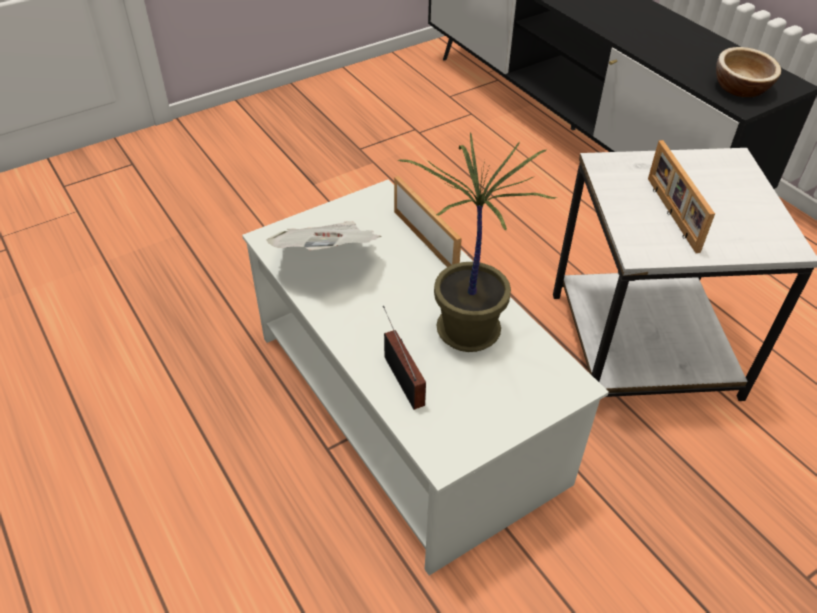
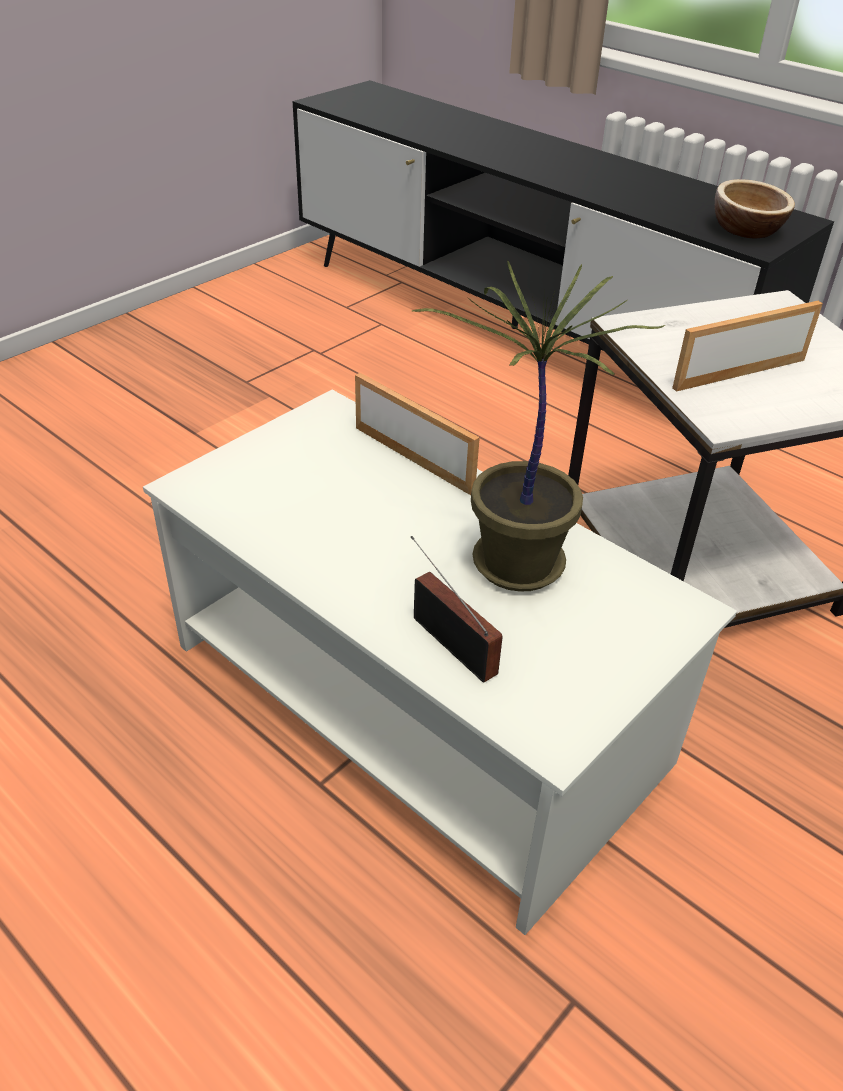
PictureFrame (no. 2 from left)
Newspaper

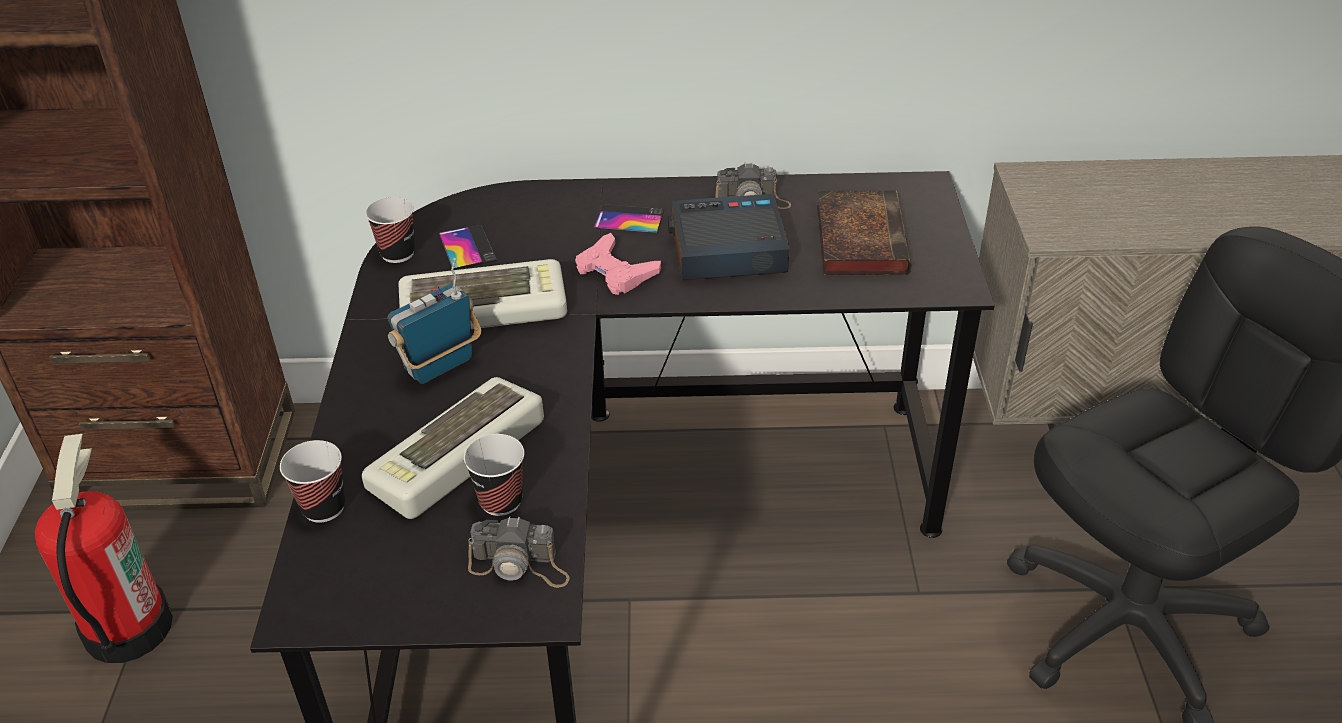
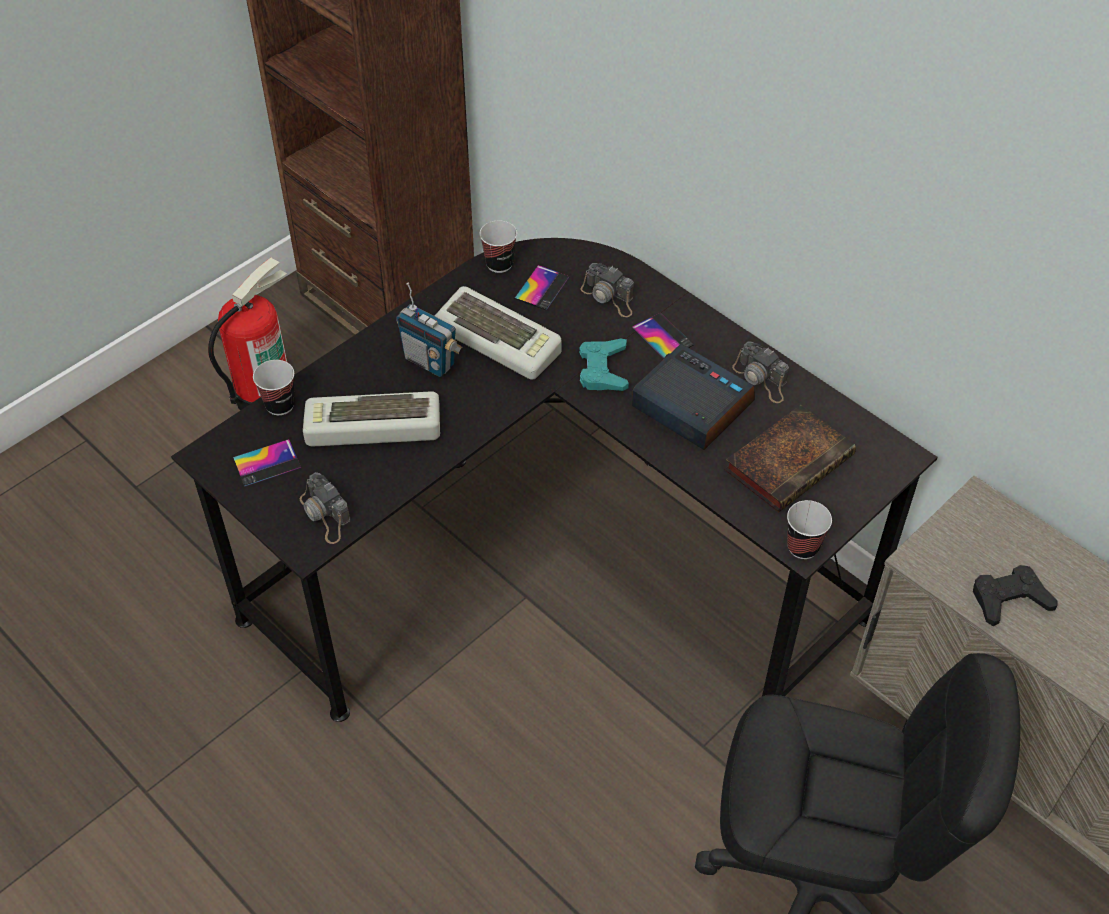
Phone (no. 1 from left)
Radio
TurquoiseGameController
PhotoCamera (no. 2 from left)
Cup (no. 3 from left)
BlackGameController

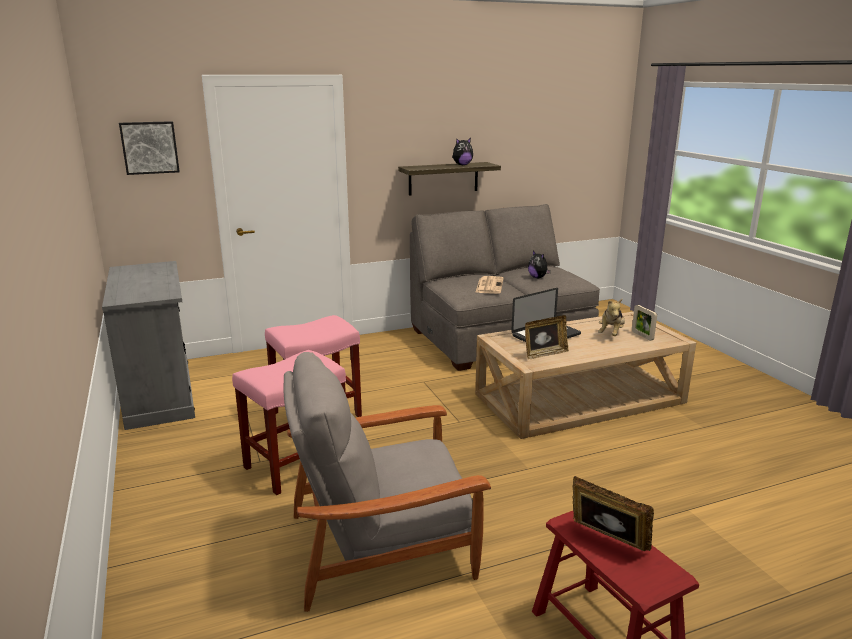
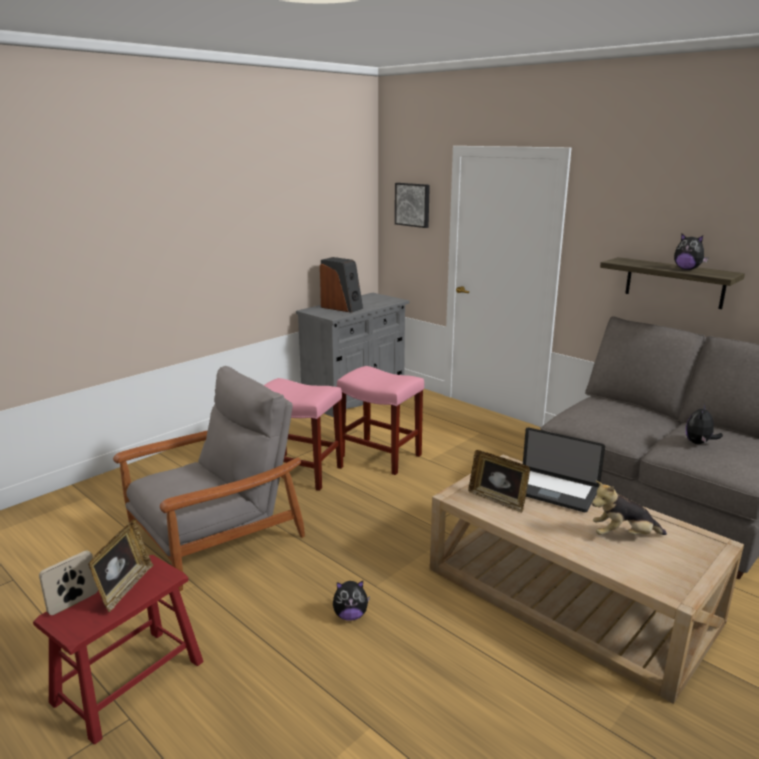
PictureFrame (no. 1 from left)
GreyArmchair
Speaker
PlushToy (no. 1 from left)
Newspaper

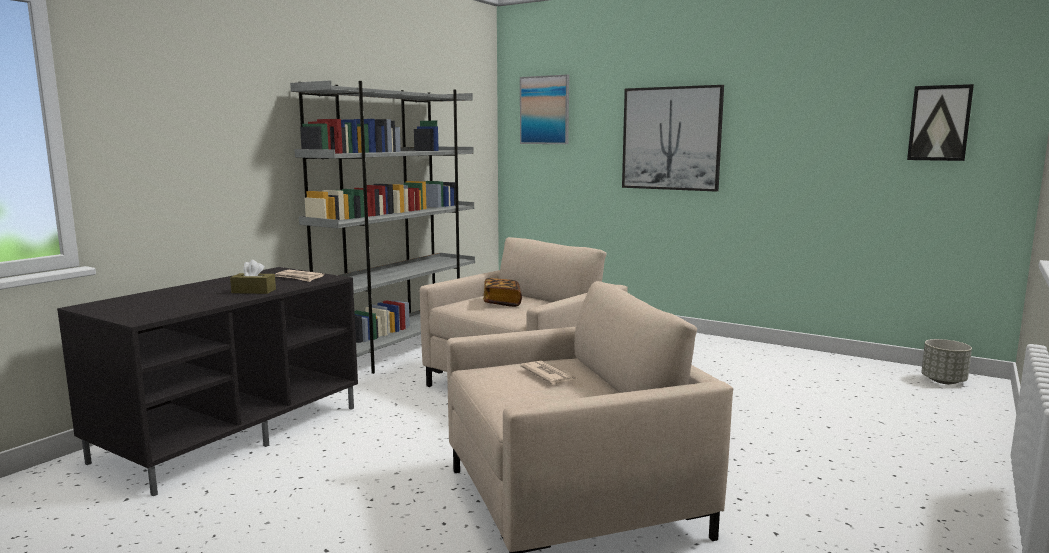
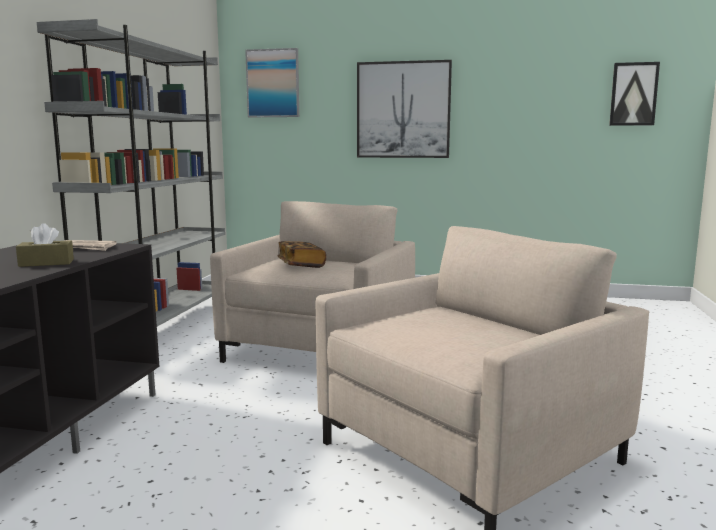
Newspaper (no. 2 from left in the first image)
GreyPlanter

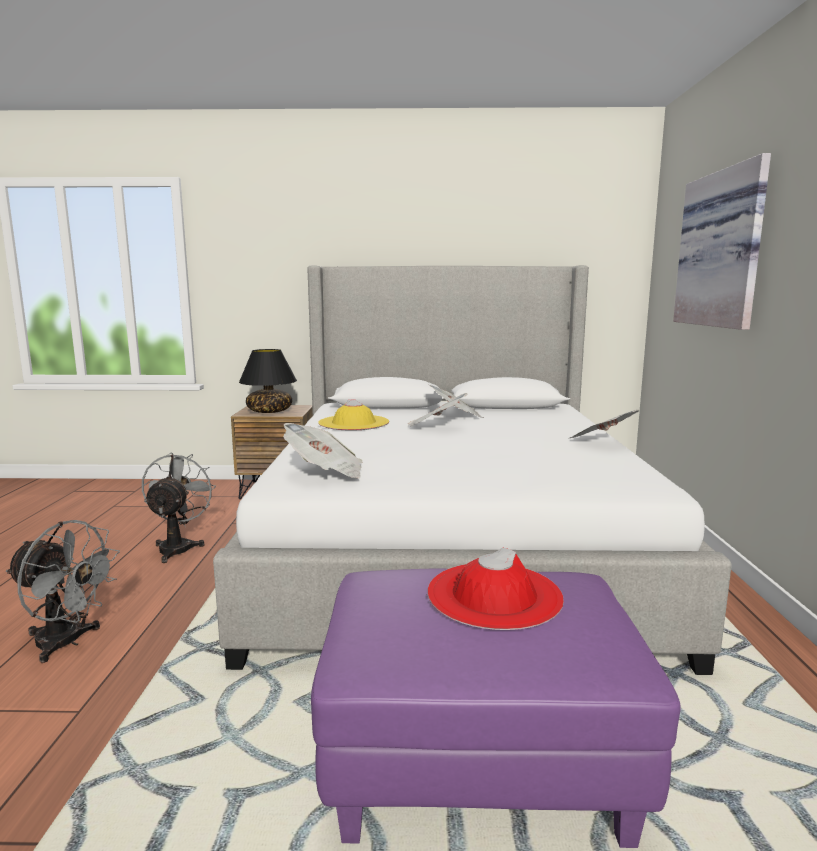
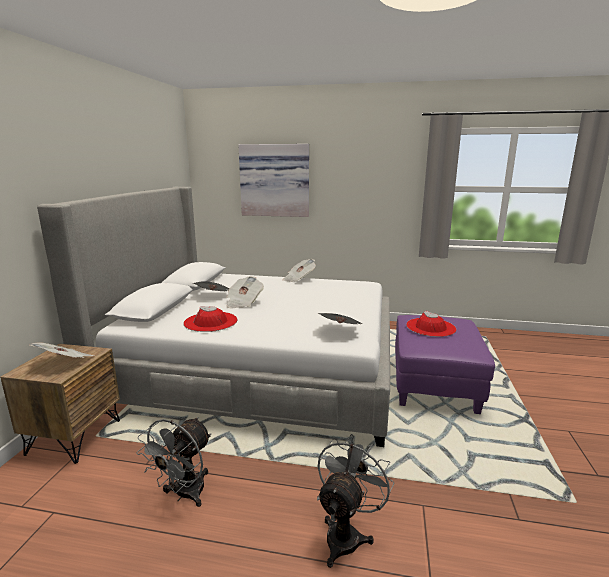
Newspaper (no. 1 from left)
GreyFan (no. 1 from left)
RedHat (no. 1 from left)

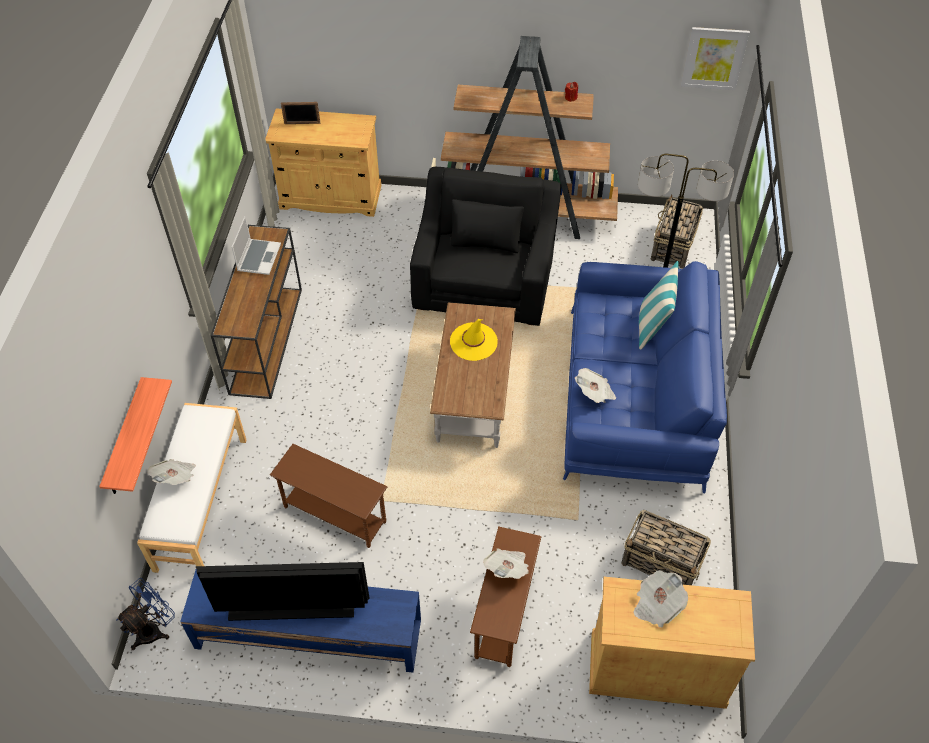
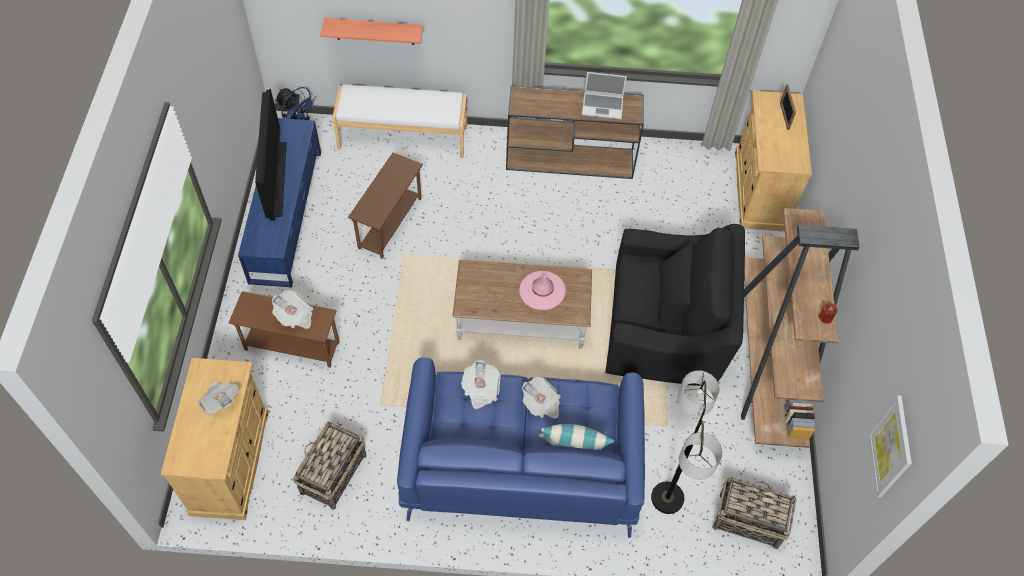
PinkHat
Newspaper (no. 4 from left)

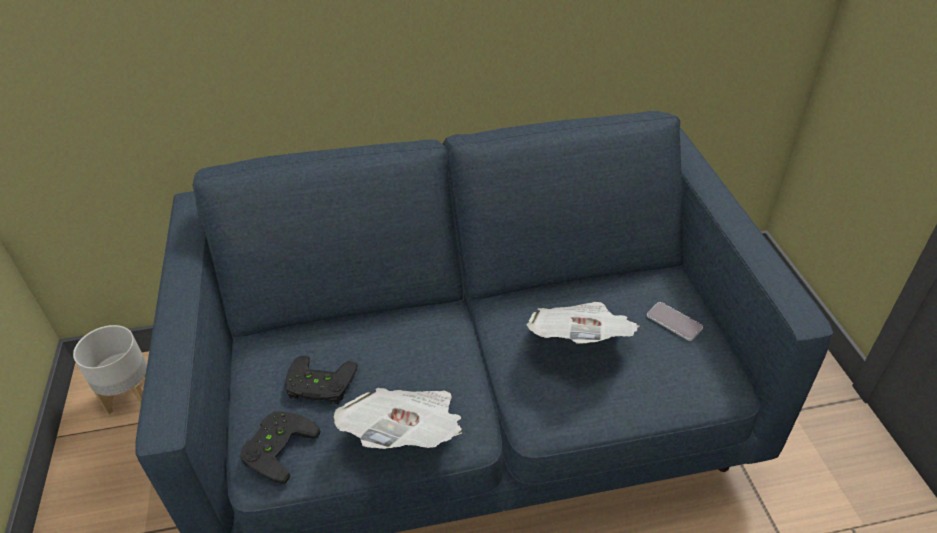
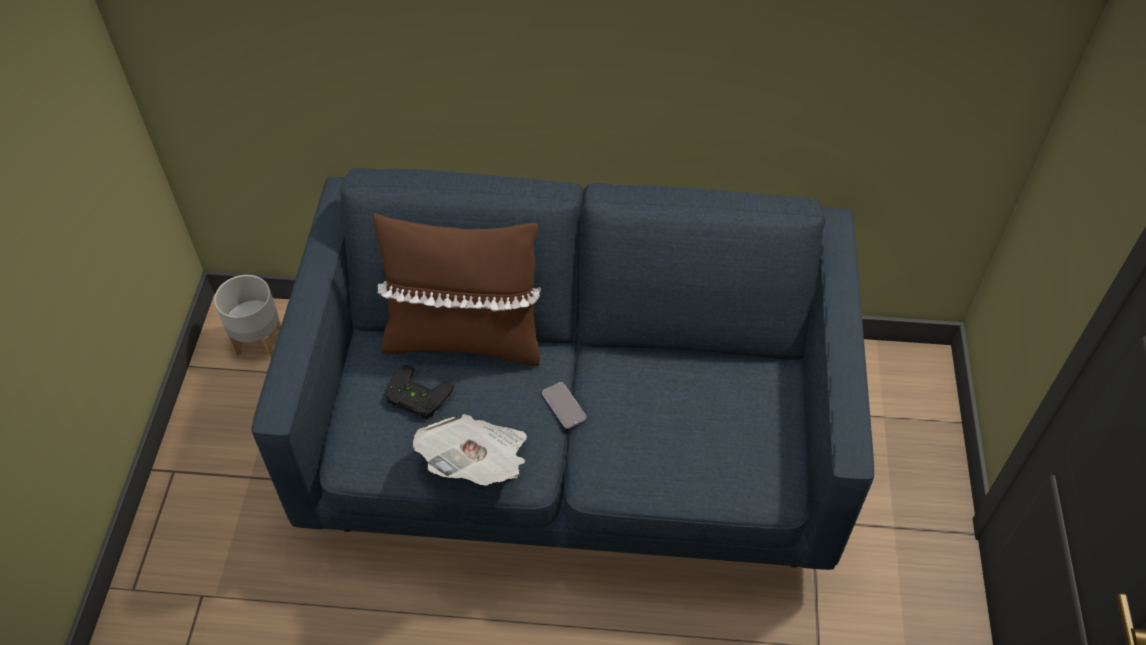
BrownPillow
Phone
BlackGameController (no. 1 from left in the first image)
Newspaper (no. 2 from left in the first image)

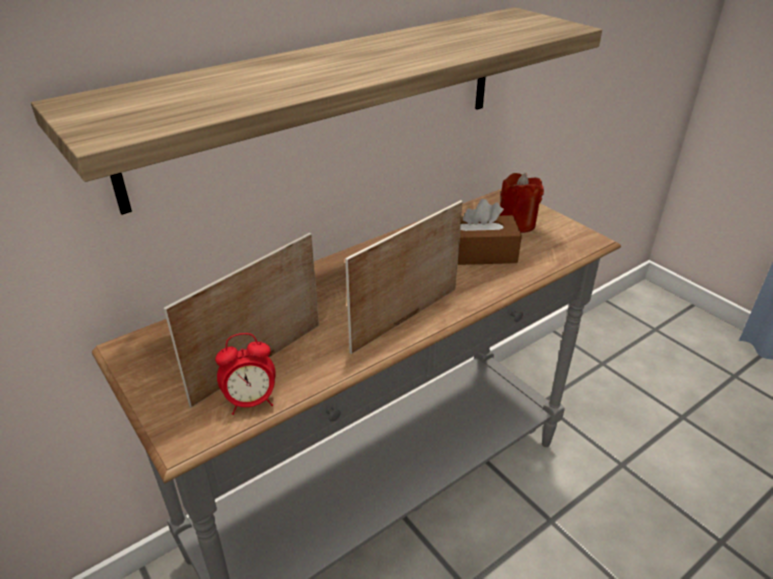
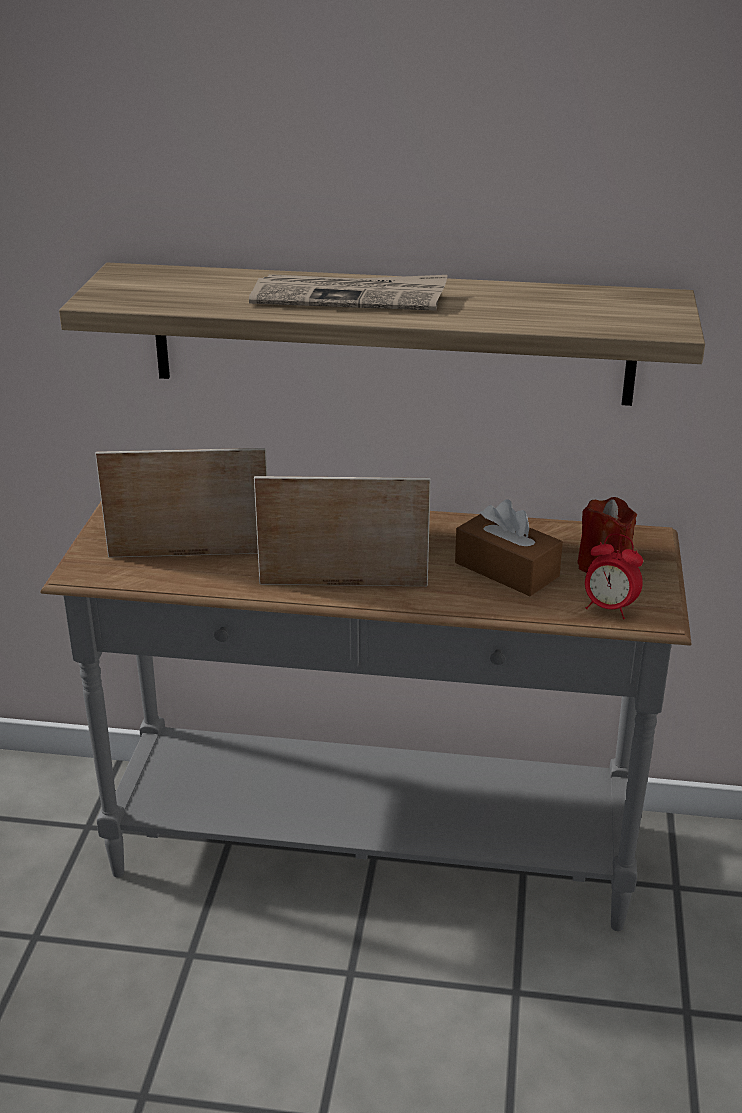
Newspaper
AlarmClock

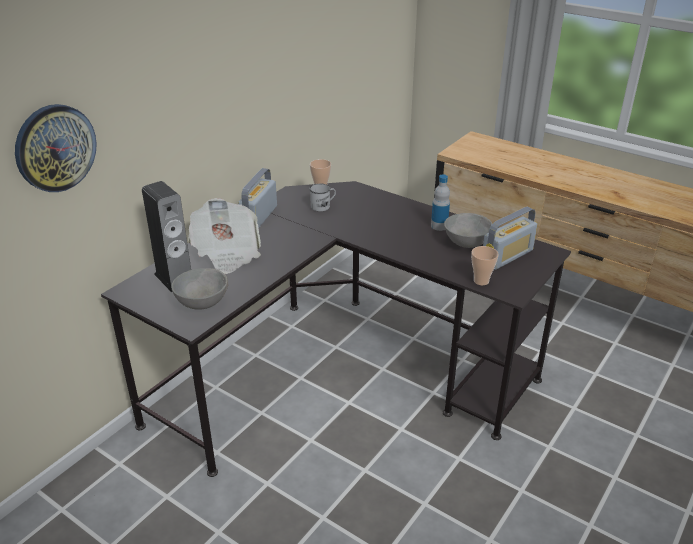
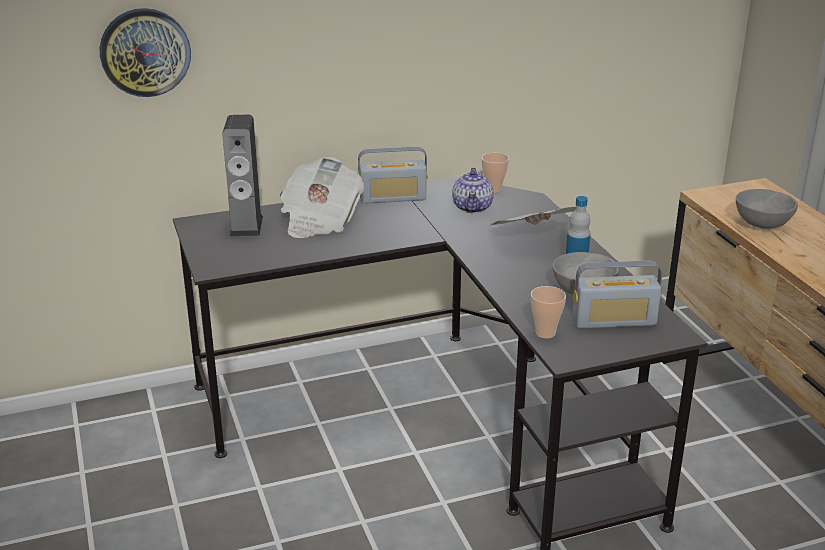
Radio (no. 1 from left)
Teapot
Newspaper (no. 2 from left)
GreyBowl (no. 2 from left)

